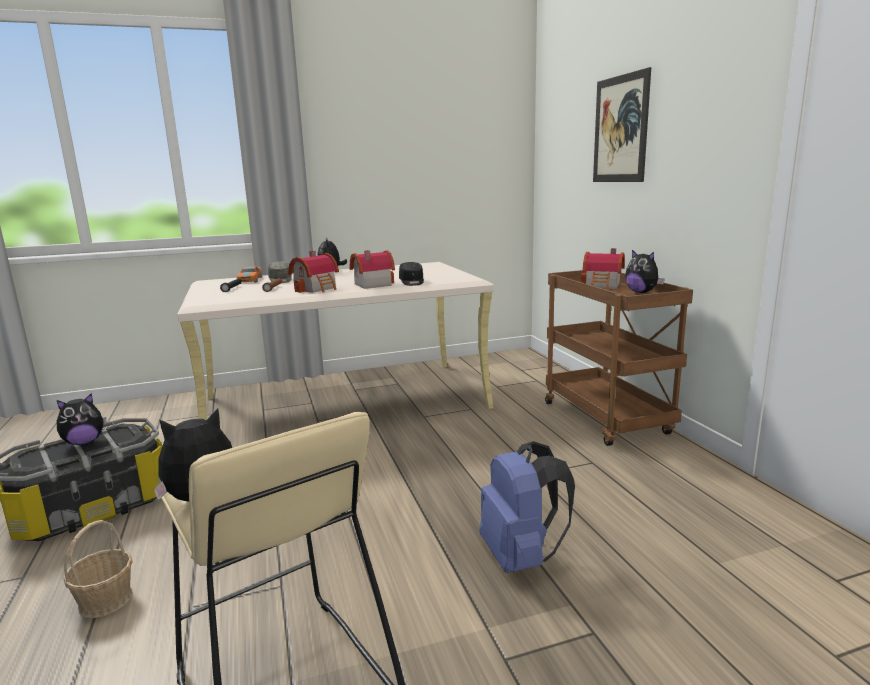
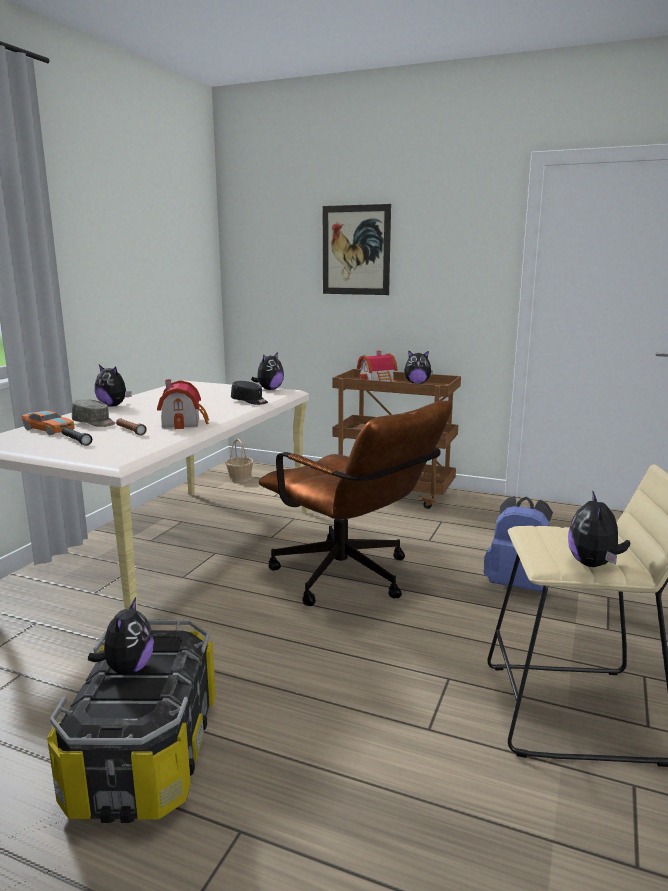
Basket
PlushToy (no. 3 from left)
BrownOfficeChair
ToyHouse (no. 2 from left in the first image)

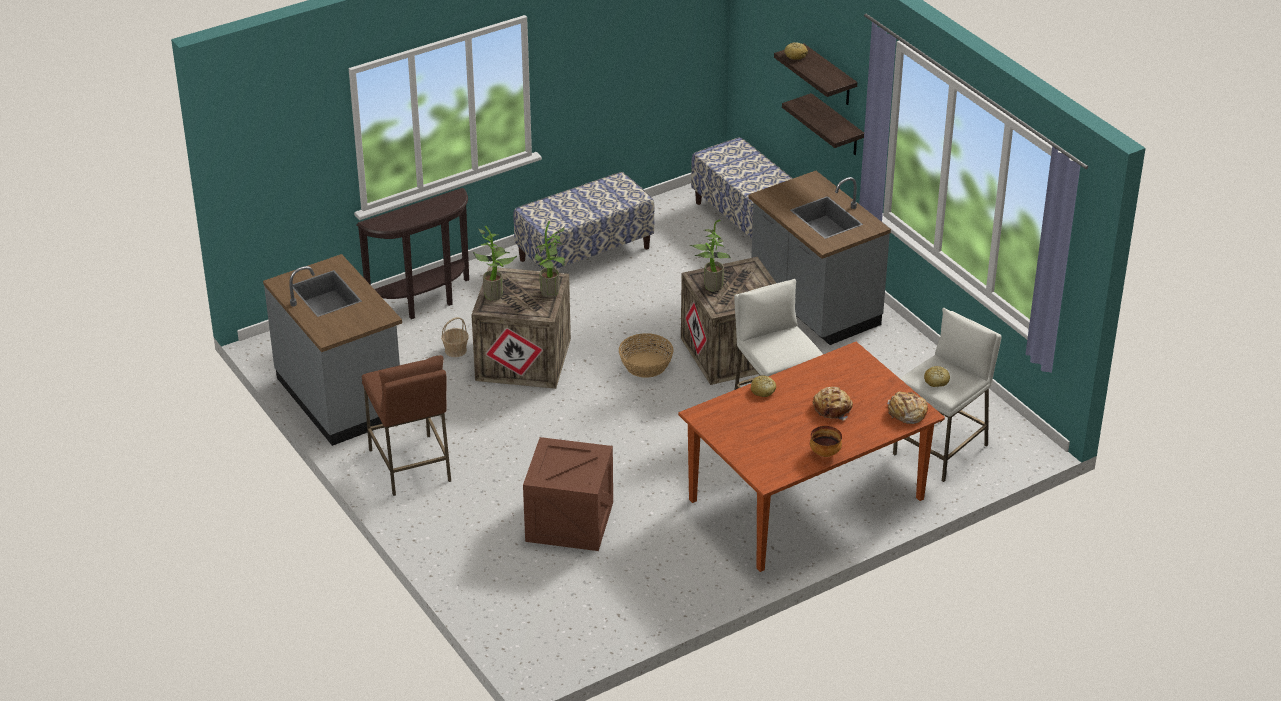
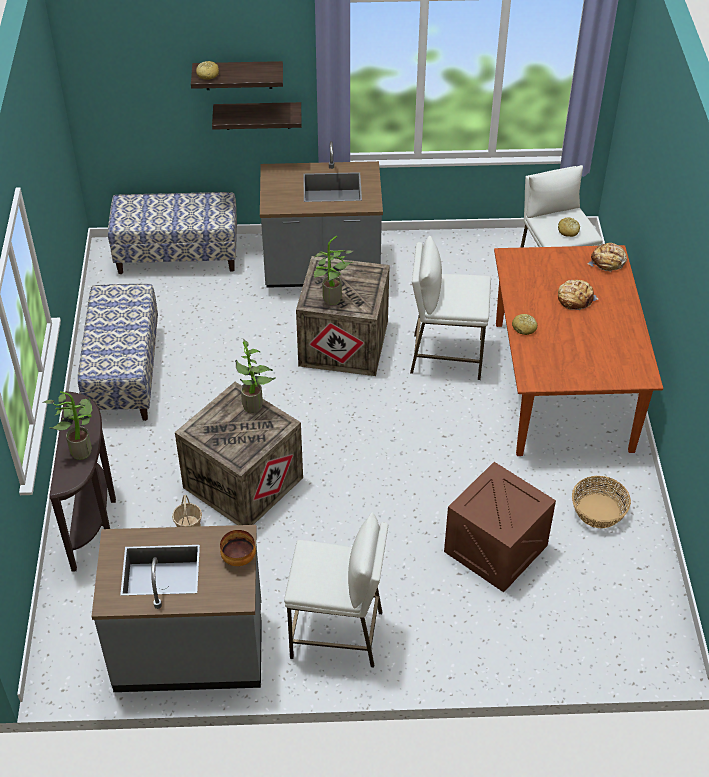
PottedPlant (no. 1 from left)
Bowl
WhiteStool (no. 1 from left)
Basket (no. 2 from left)

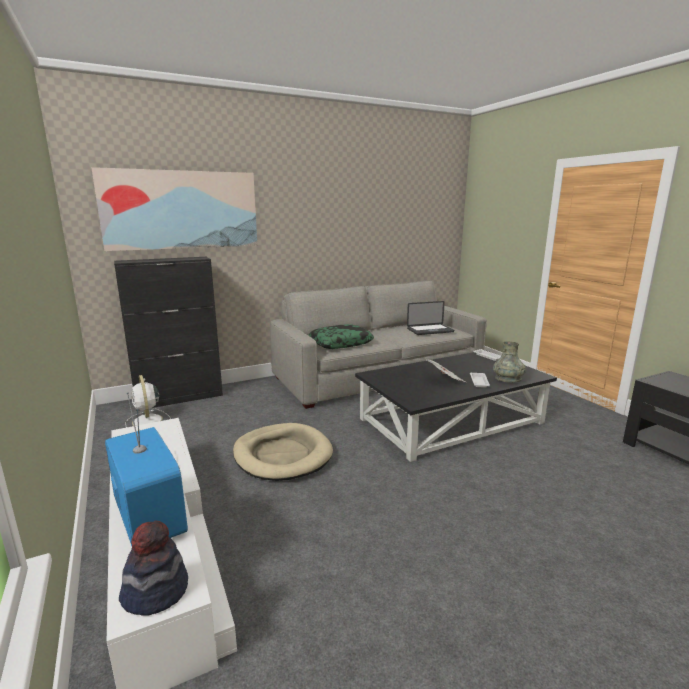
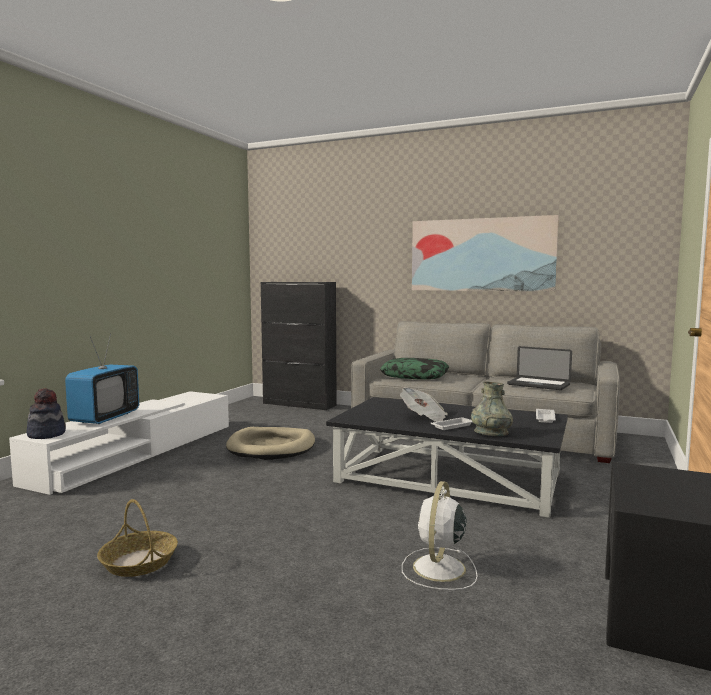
Basket
WhiteFan
Picture

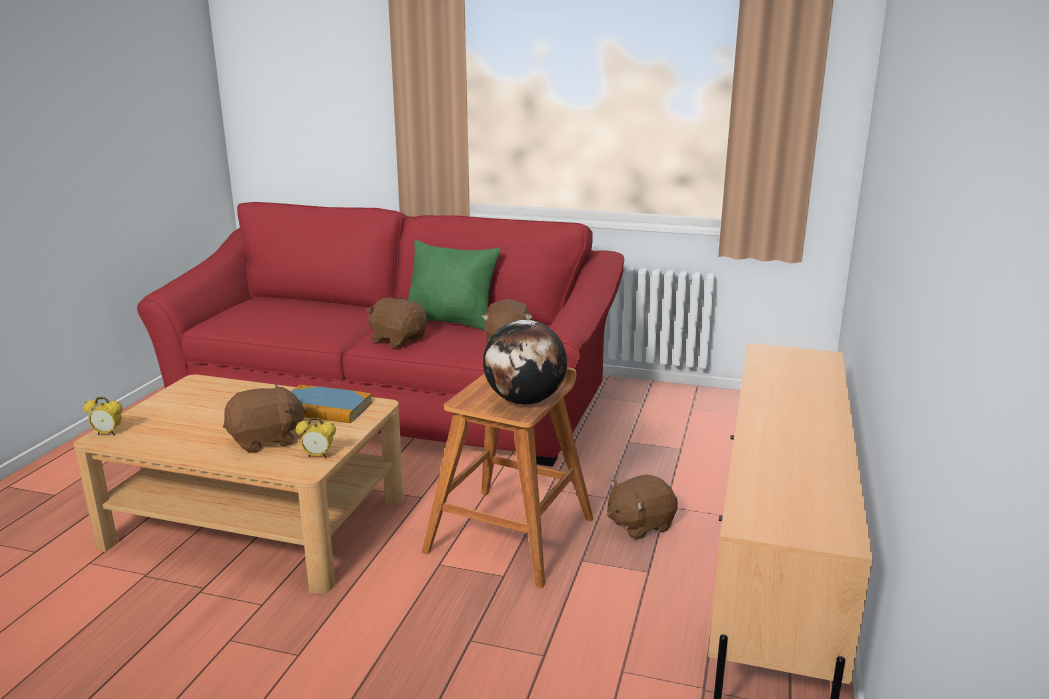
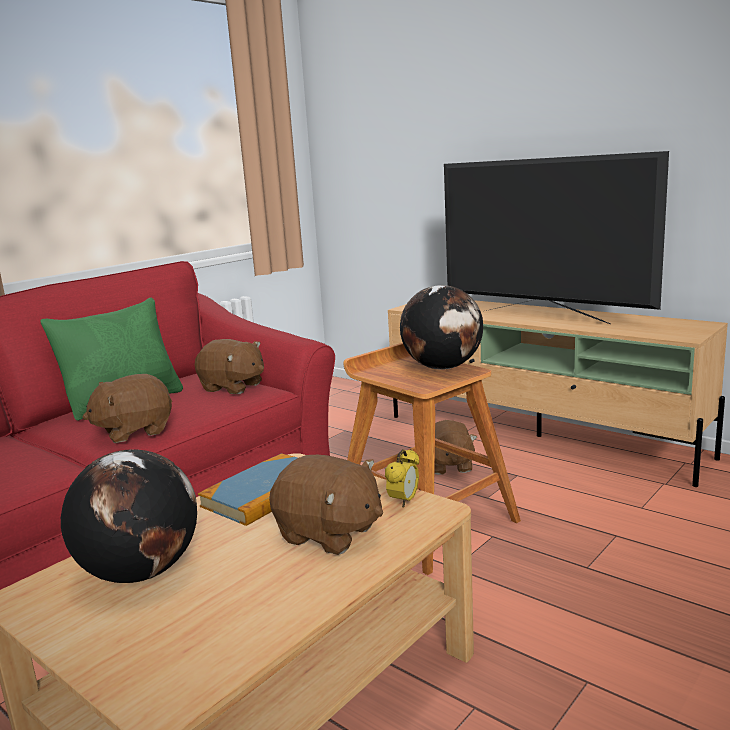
Globe (no. 1 from left)
BrownPlushToy (no. 3 from left)
Television
AlarmClock (no. 1 from left in the first image)

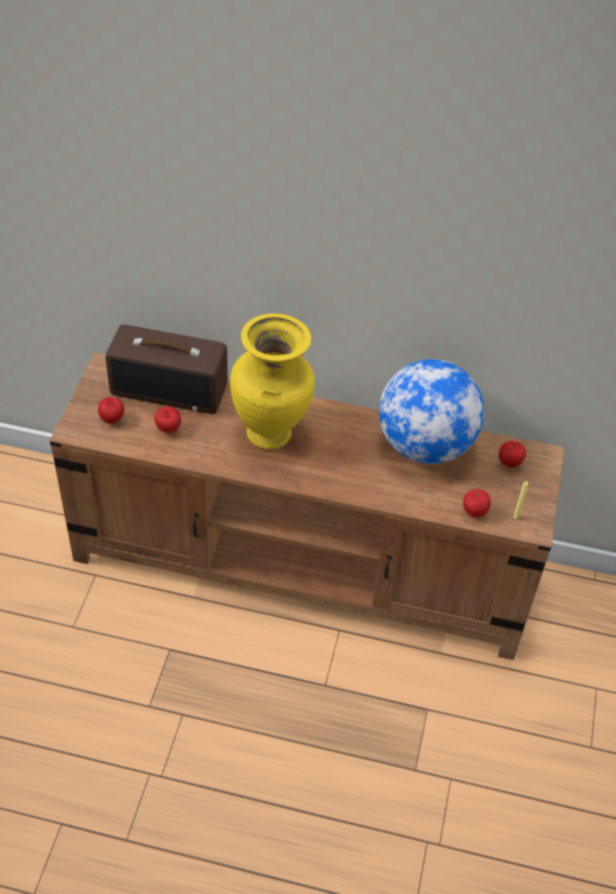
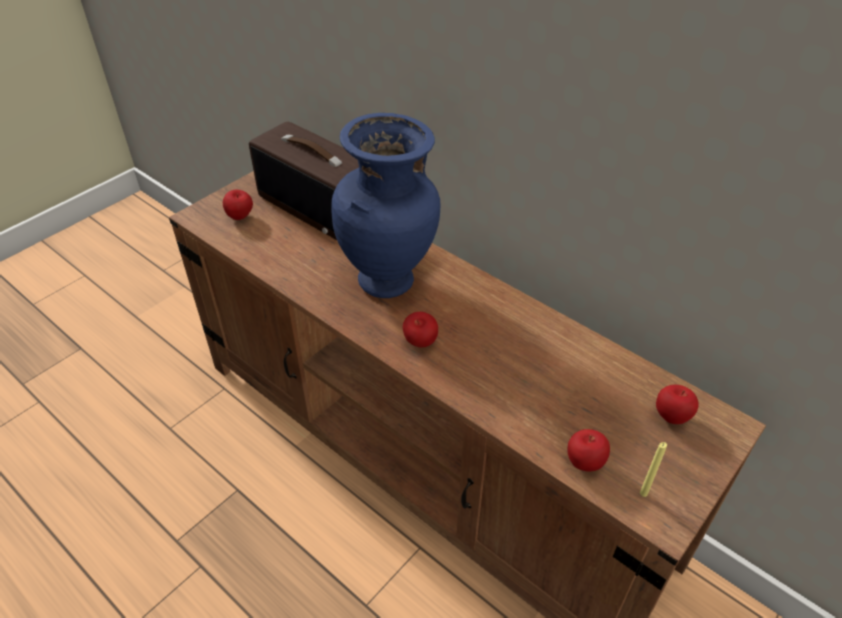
BlueVase
Apple (no. 2 from left)
Globe

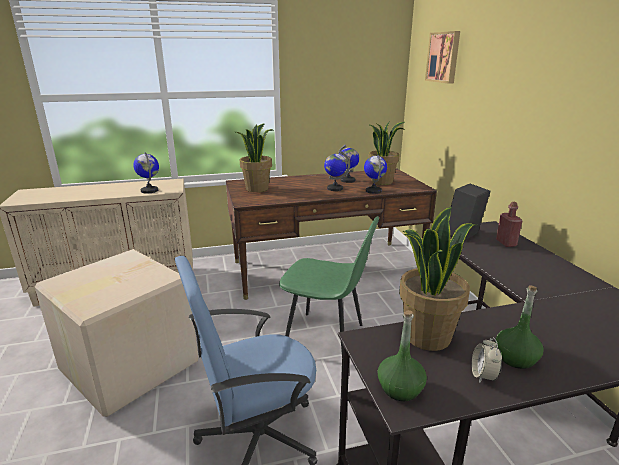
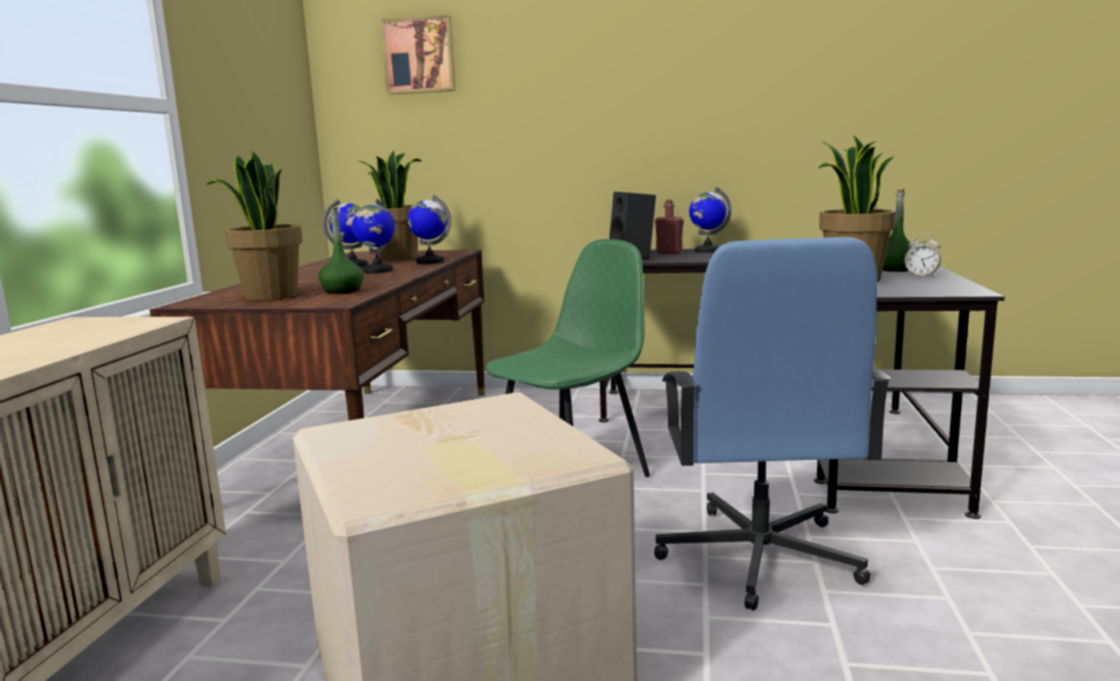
GreenBottle (no. 1 from left)
Globe (no. 4 from left)

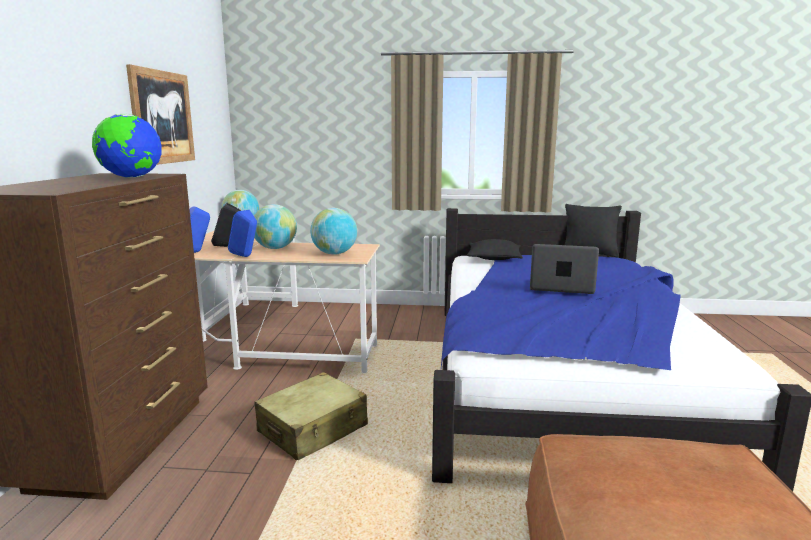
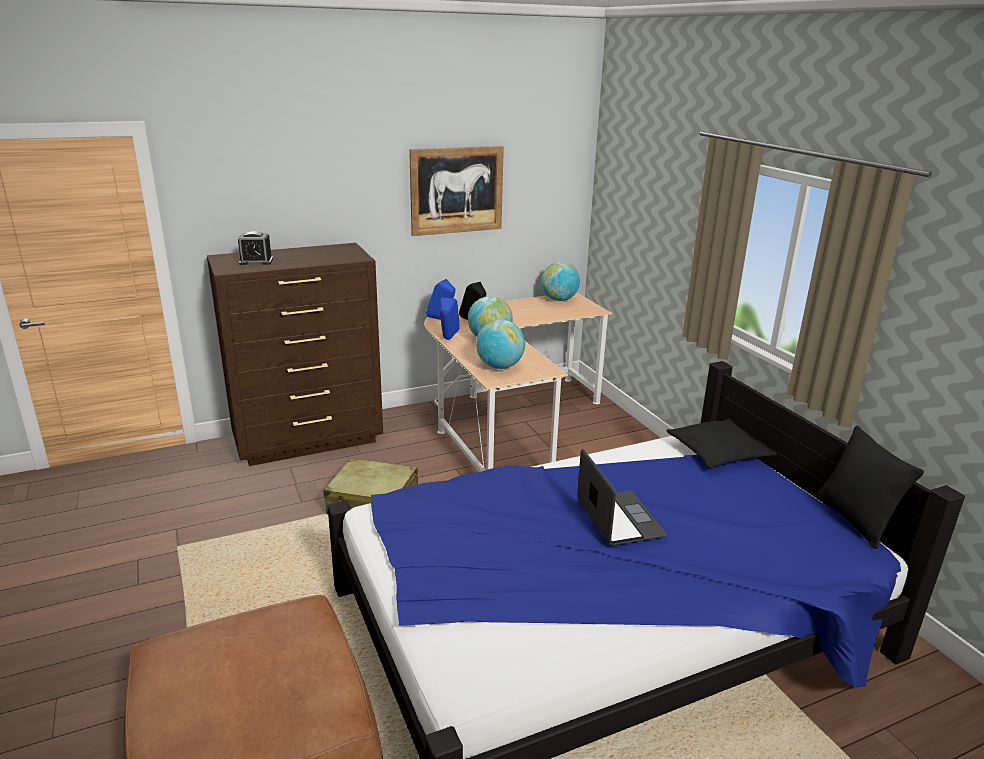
AlarmClock
Globe (no. 1 from left in the first image)

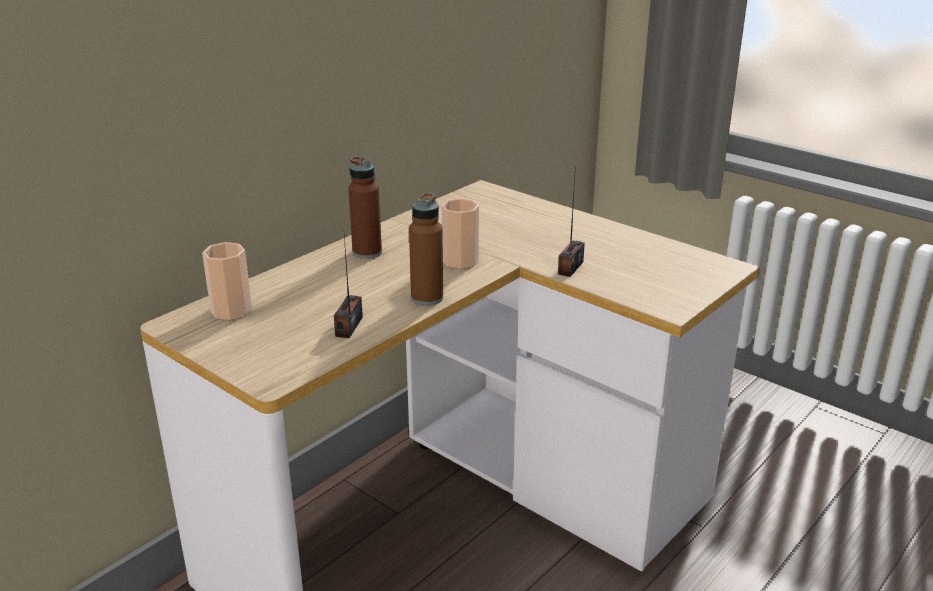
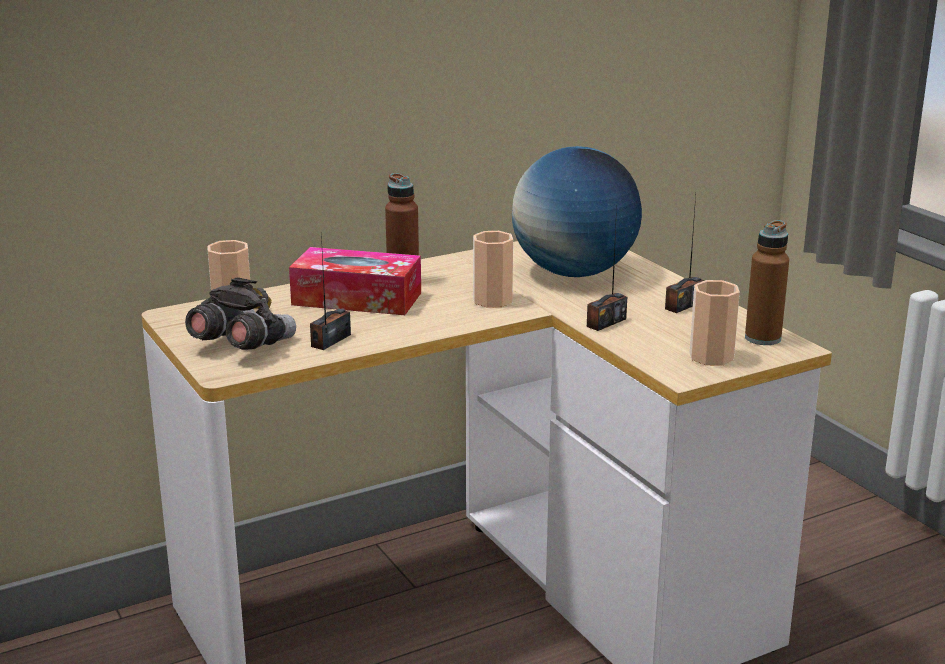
GreyBinoculars
TissueBox
Globe
Radio (no. 3 from left)
Cup (no. 3 from left)
BrownBottle (no. 2 from left)

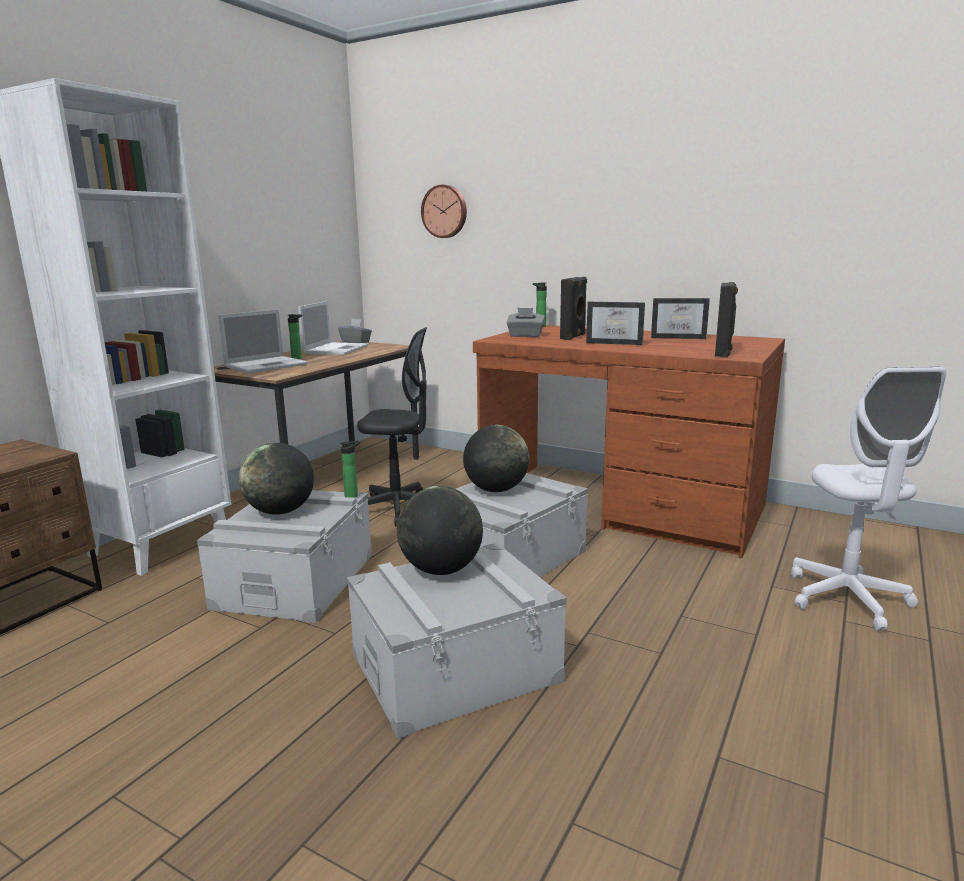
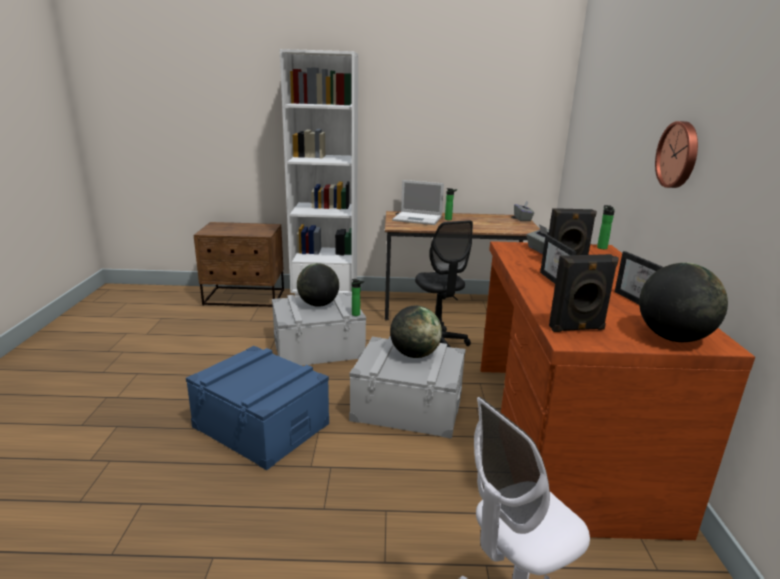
BlueStorageBox
Globe (no. 3 from left)
WallClock
Laptop (no. 2 from left in the first image)

